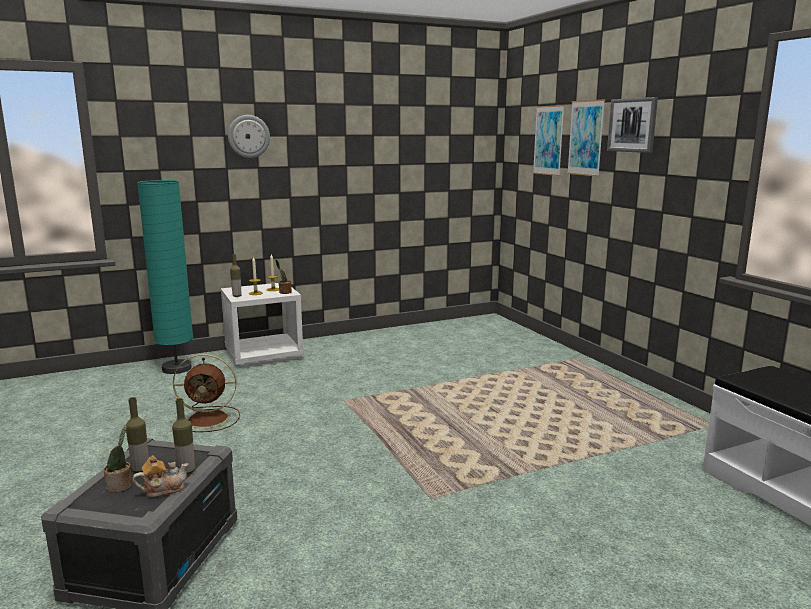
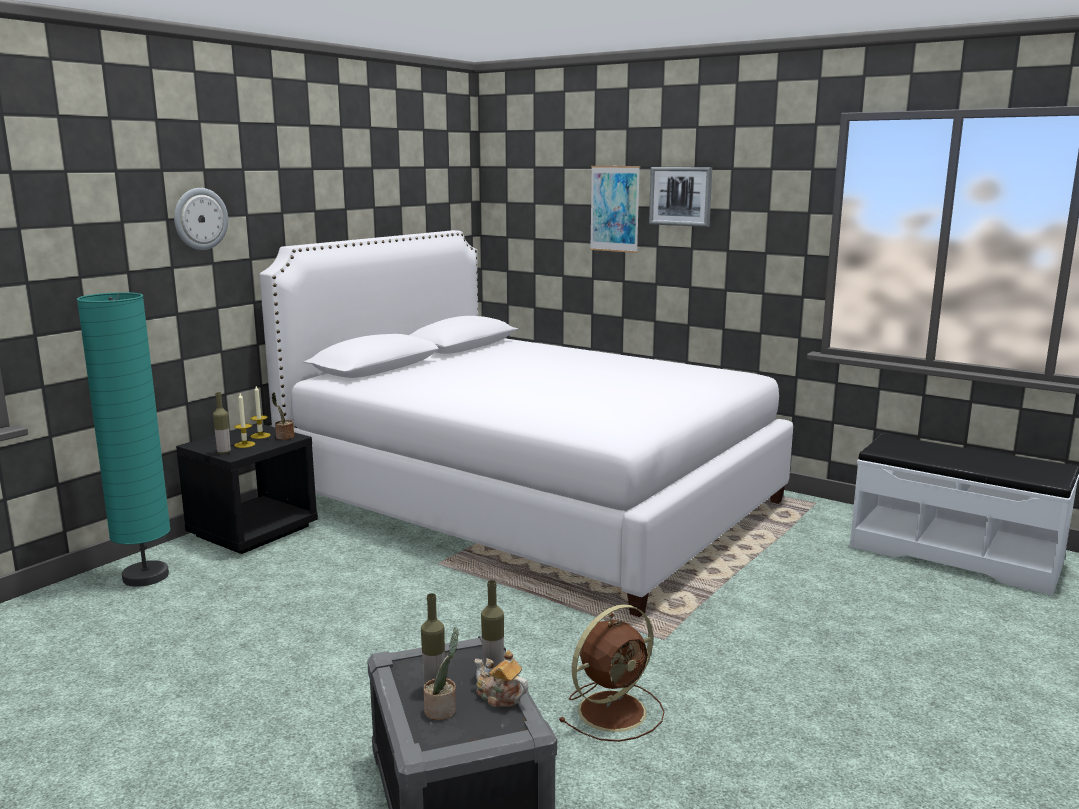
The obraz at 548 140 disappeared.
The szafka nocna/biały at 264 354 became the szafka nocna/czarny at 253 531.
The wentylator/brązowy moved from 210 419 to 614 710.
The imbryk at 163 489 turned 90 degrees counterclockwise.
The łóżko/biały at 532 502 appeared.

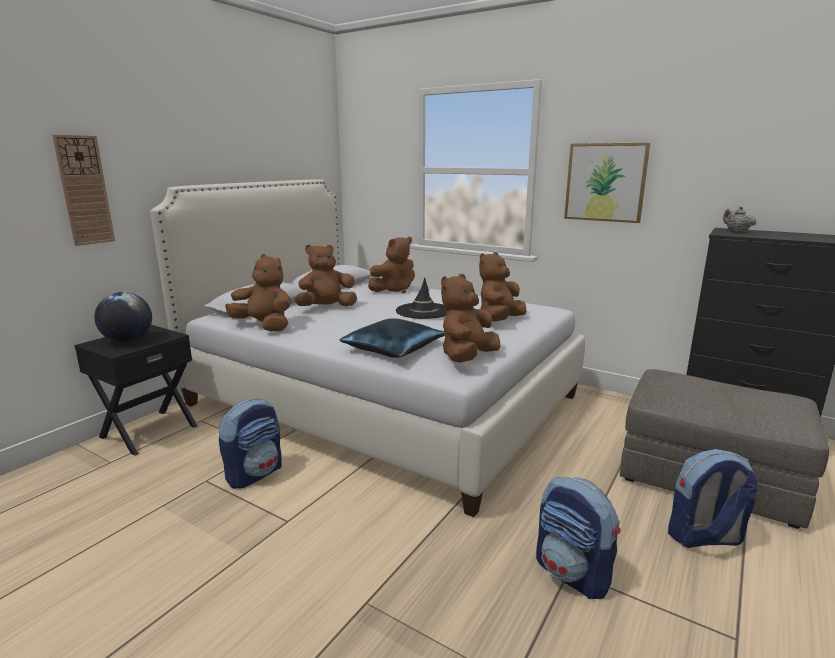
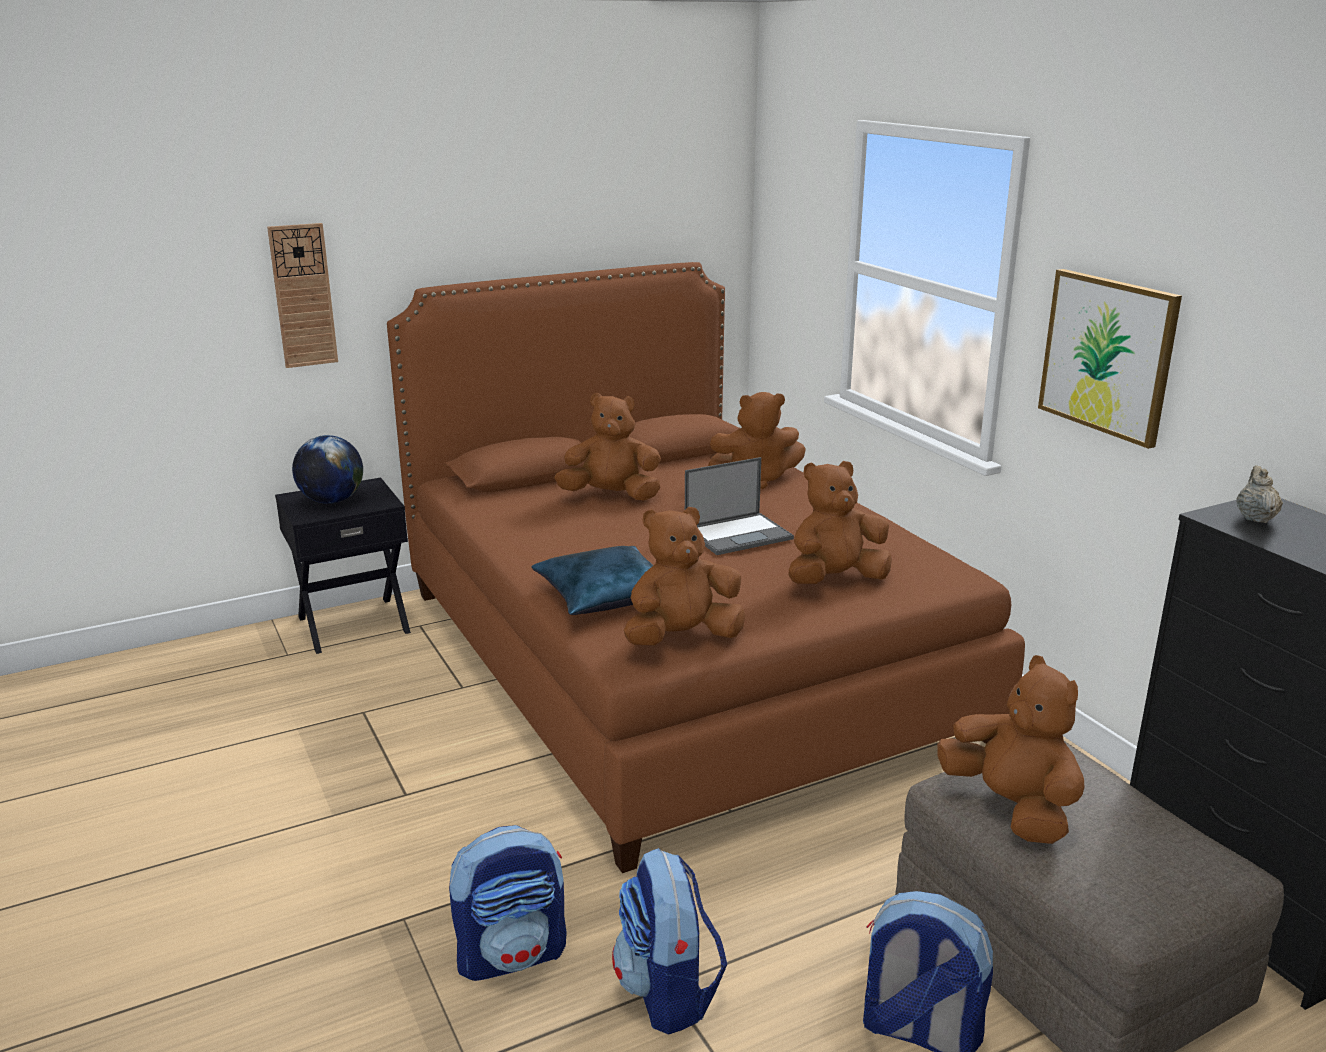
The łóżko/biały at 381 400 became the łóżko/brązowy at 675 660.
The pluszak/brązowy moved from 264 326 to 1011 807.
The kapelusz/czarny at 423 311 was replaced by the laptop at 739 534.
The plecak moved from 255 473 to 512 954.

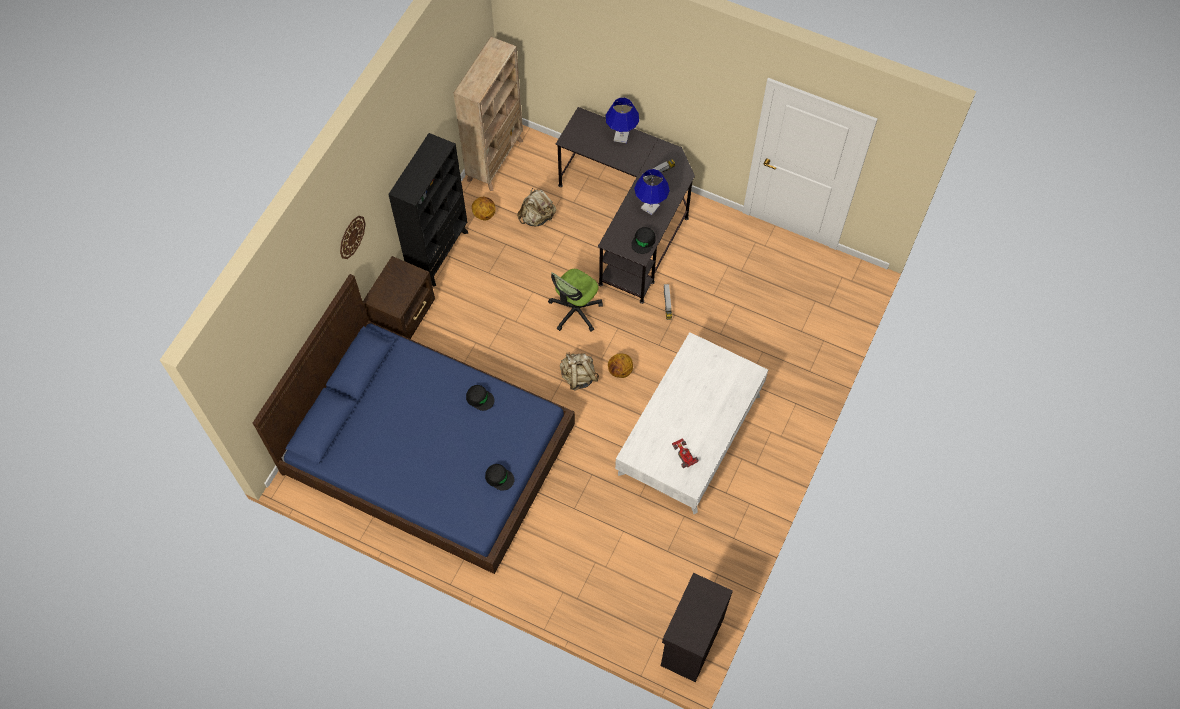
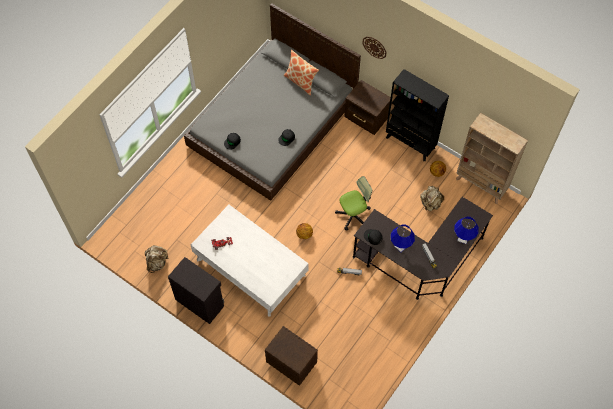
The krzesło biurowe at 575 311 turned 105 degrees clockwise.
The łóżko/niebieski at 428 449 became the łóżko/szary at 273 122.
The plecak/beżowy moved from 578 377 to 157 262.
The szafka/czarny moved from 690 642 to 200 302.
The poduszka at 301 81 appeared.
The szafka nocna/brązowy at 291 362 appeared.

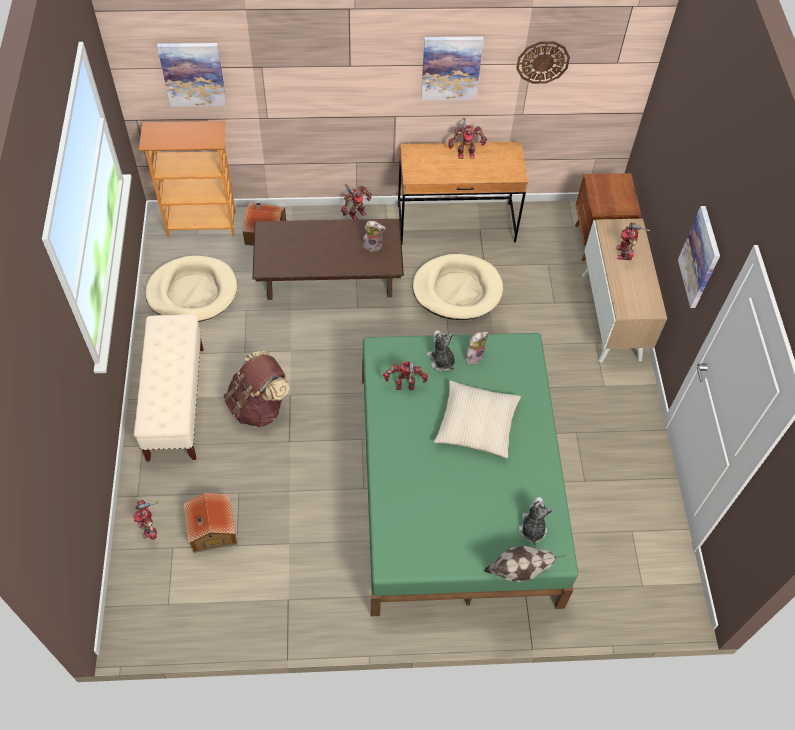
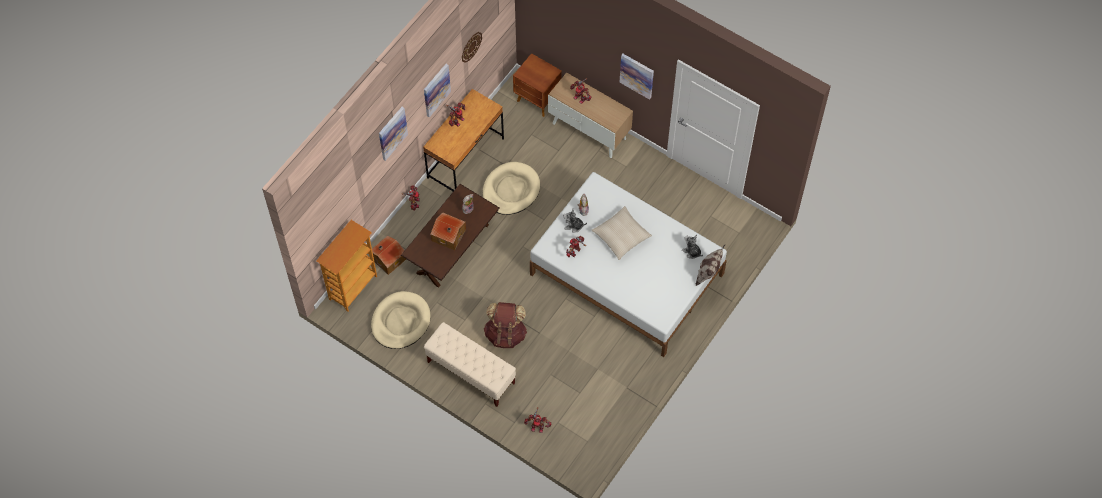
The obraz moved from 193 74 to 392 133.
The łóżko/zielony at 455 486 became the łóżko/biały at 626 274.
The domek moved from 211 529 to 449 236.

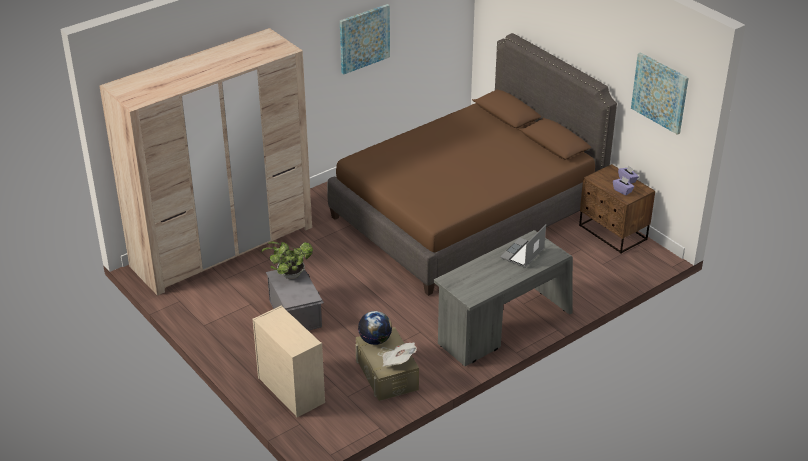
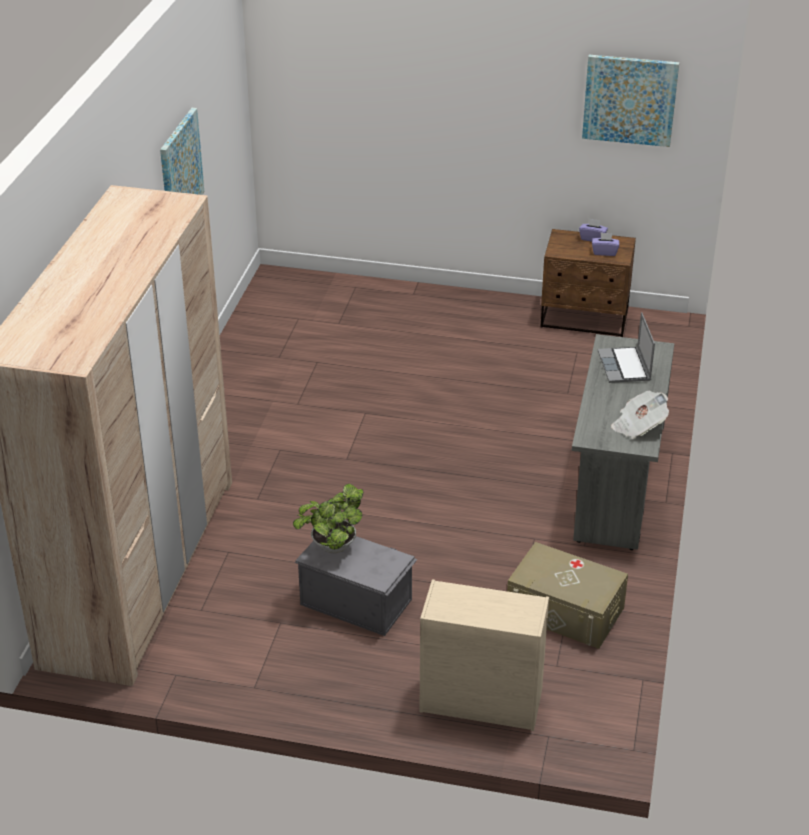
The łóżko/brązowy at 466 213 disappeared.
The globus at 375 340 disappeared.
The gazeta moved from 398 361 to 638 426.

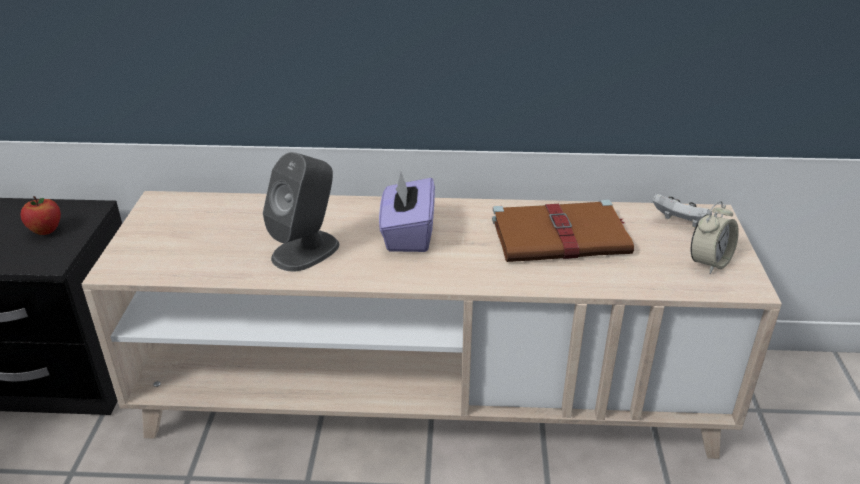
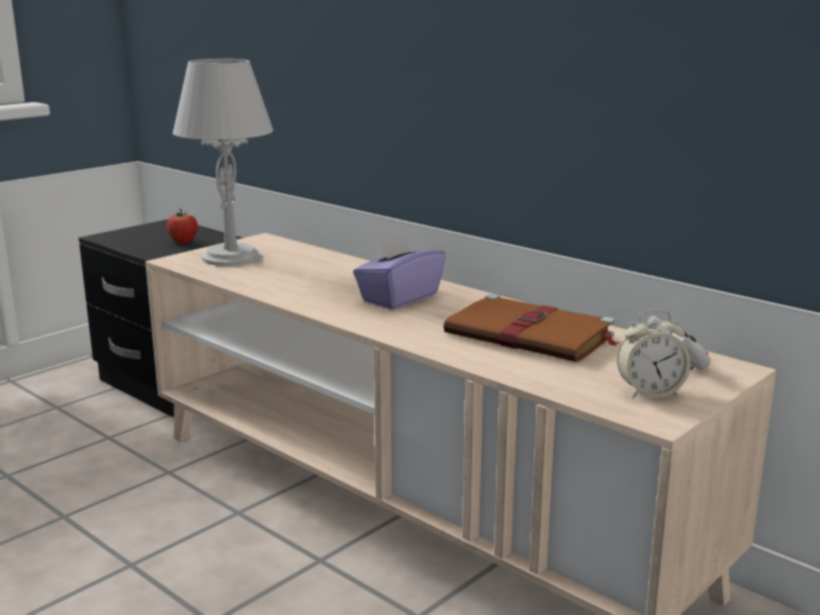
The głośnik/szary at 306 250 disappeared.
The lampa stołowa/szary at 231 257 appeared.

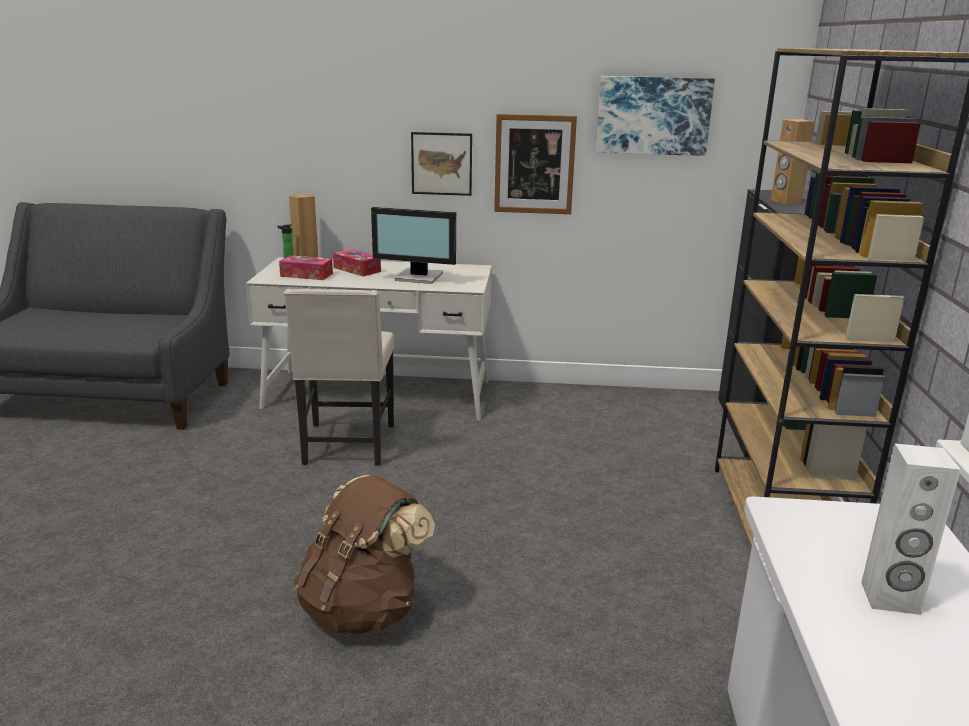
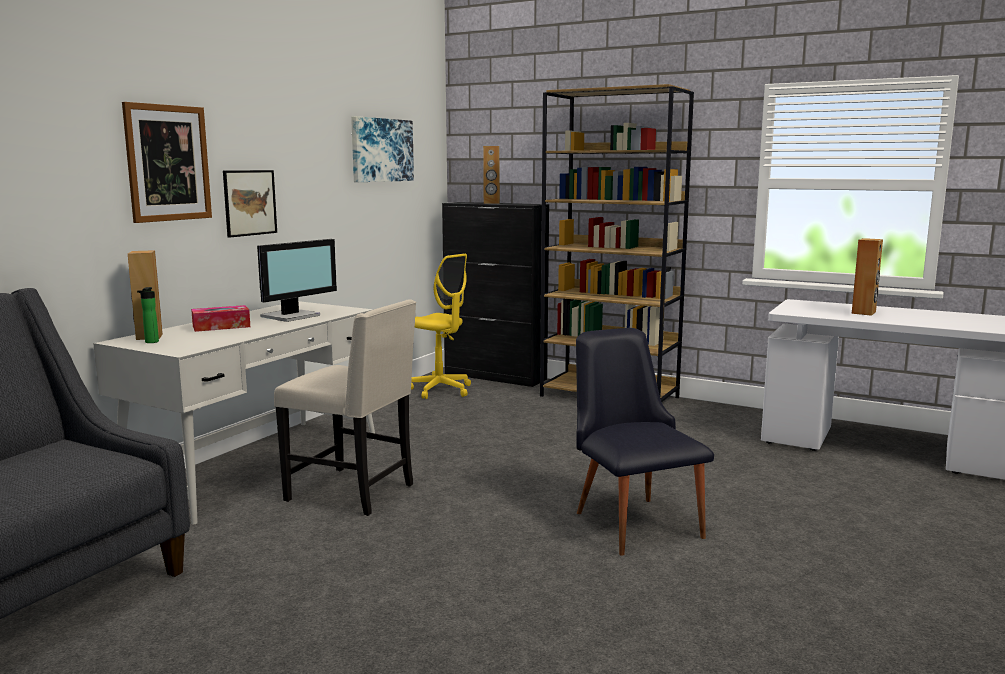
The obraz moved from 534 164 to 168 163.
The pudełko chusteczek at 306 275 disappeared.
The głośnik/biały at 890 598 became the głośnik/brązowy at 864 313.
The plecak/brązowy at 363 608 was replaced by the krzesło/czarny at 632 519.
The krzesło biurowe/żółty at 440 390 appeared.

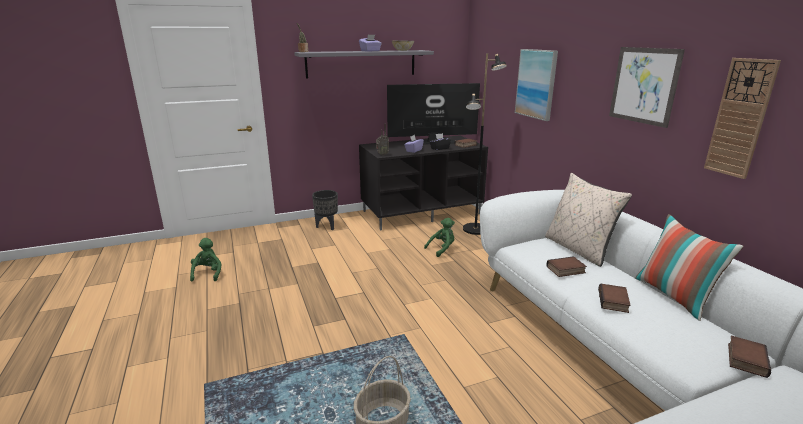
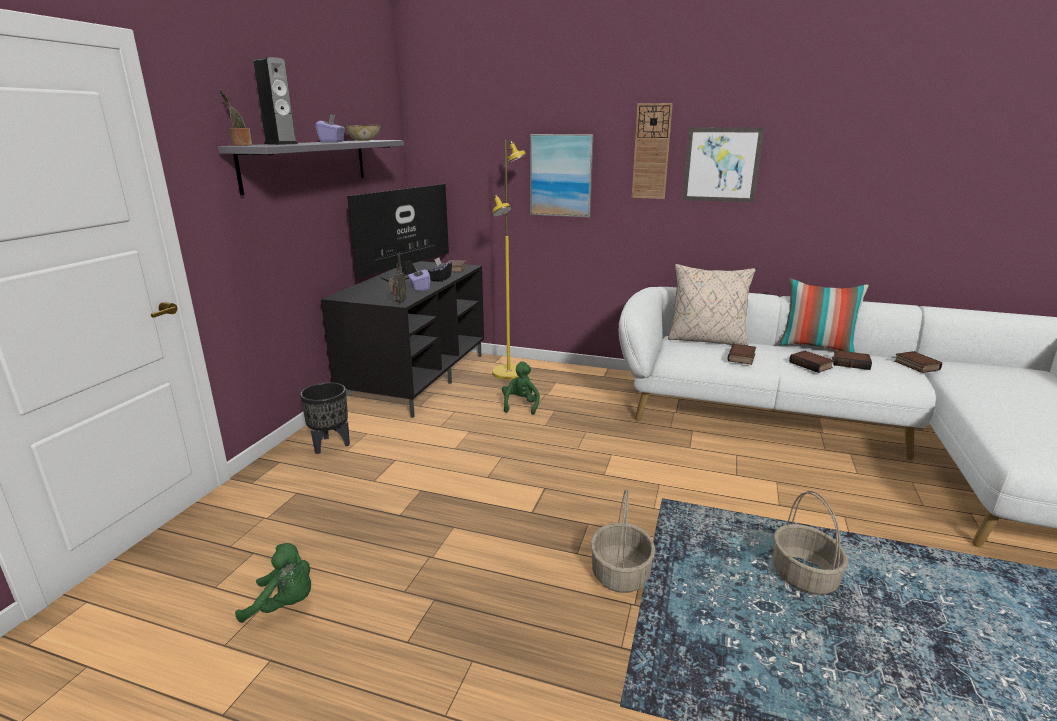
The lampa stojąca/czarny at 475 229 became the lampa stojąca/żółty at 509 373.
The zegar ścienny moved from 740 118 to 651 152.
The pluszak/zielony at 208 273 turned 150 degrees clockwise.
The głośnik at 280 144 appeared.
The książka at 851 363 appeared.
The koszyk at 620 573 appeared.

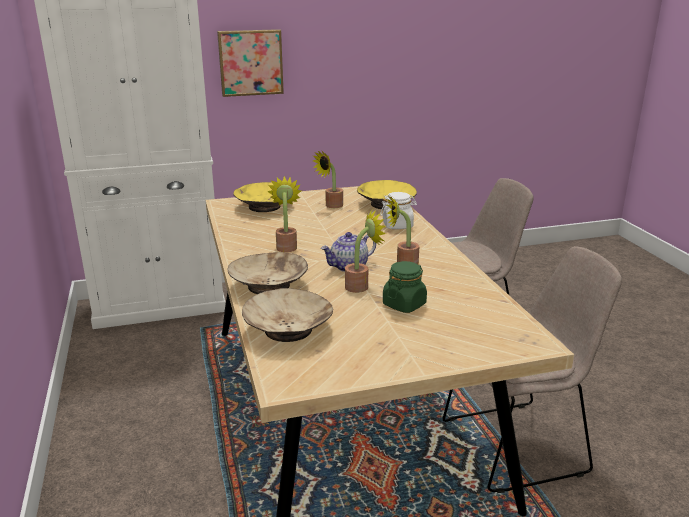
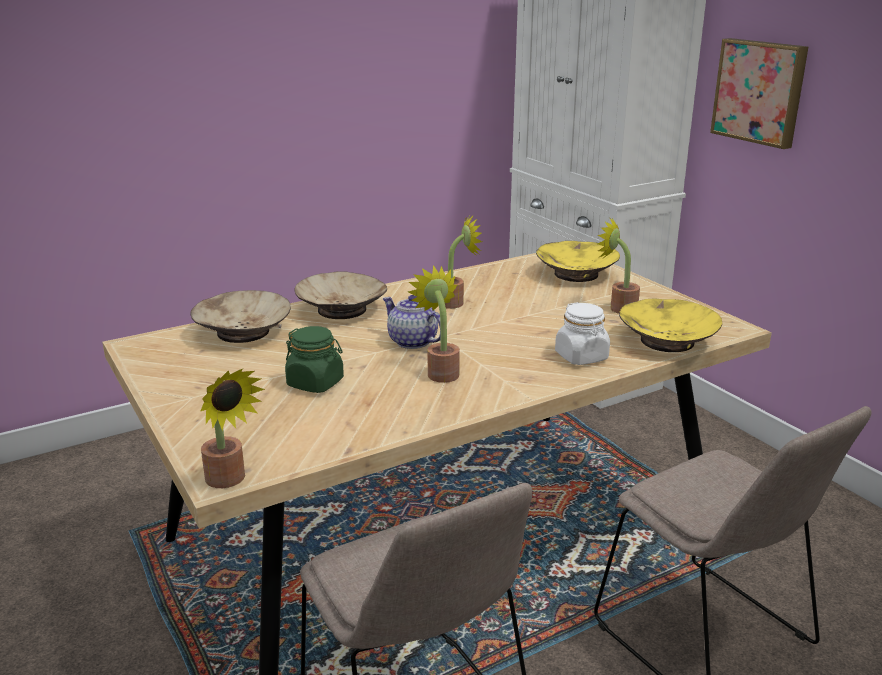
The roślina doniczkowa moved from 361 286 to 229 481.

